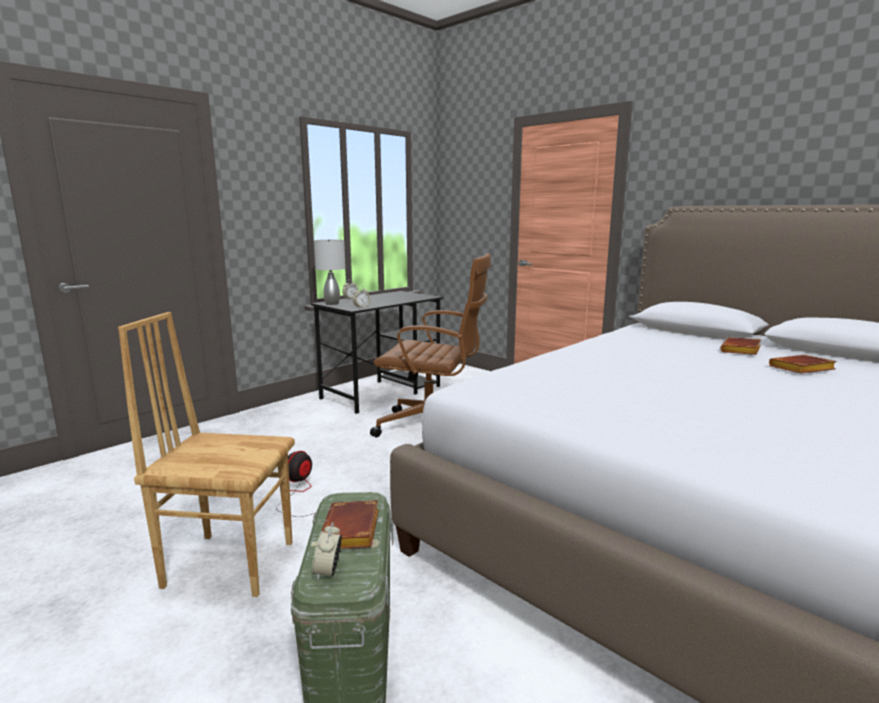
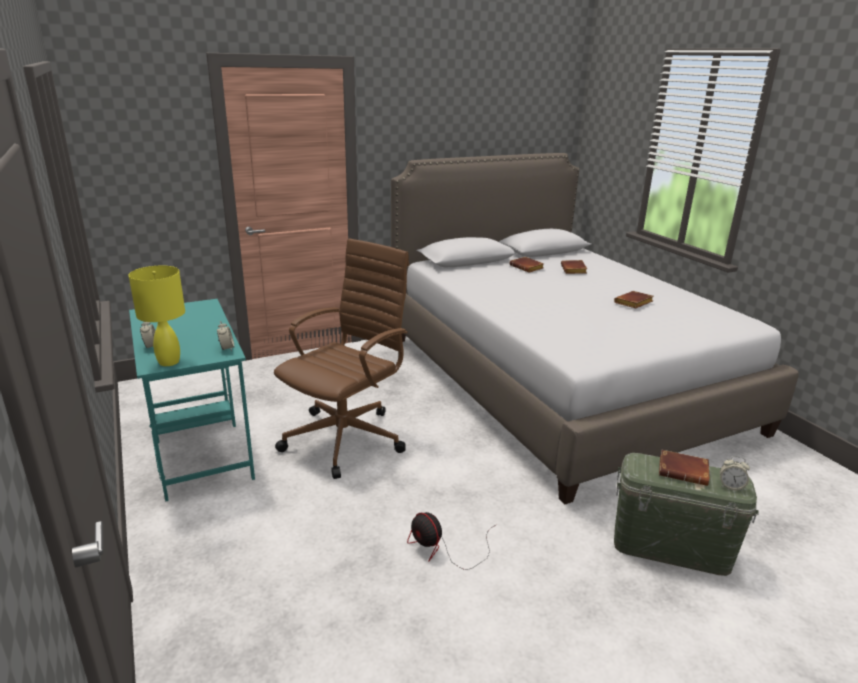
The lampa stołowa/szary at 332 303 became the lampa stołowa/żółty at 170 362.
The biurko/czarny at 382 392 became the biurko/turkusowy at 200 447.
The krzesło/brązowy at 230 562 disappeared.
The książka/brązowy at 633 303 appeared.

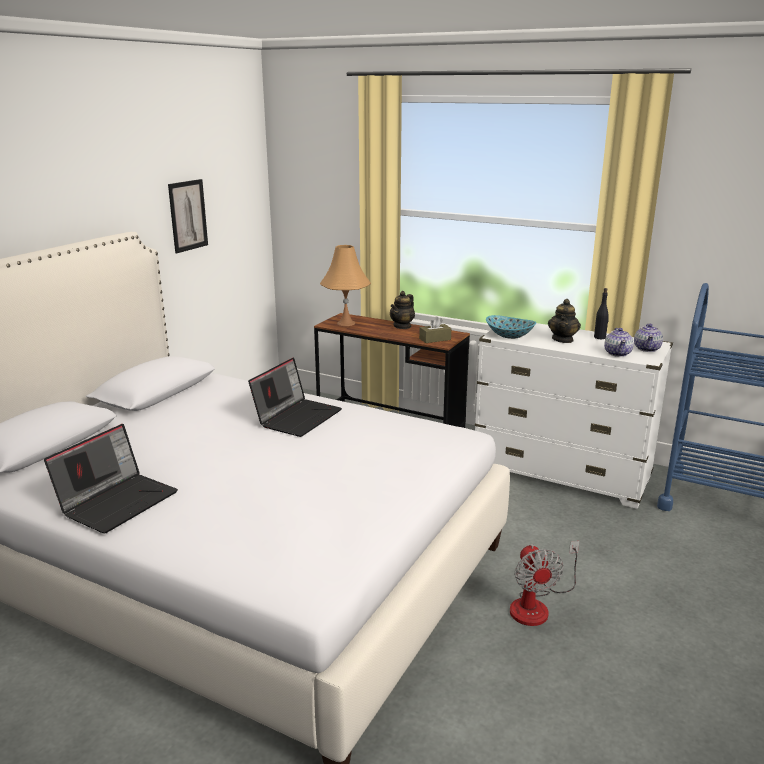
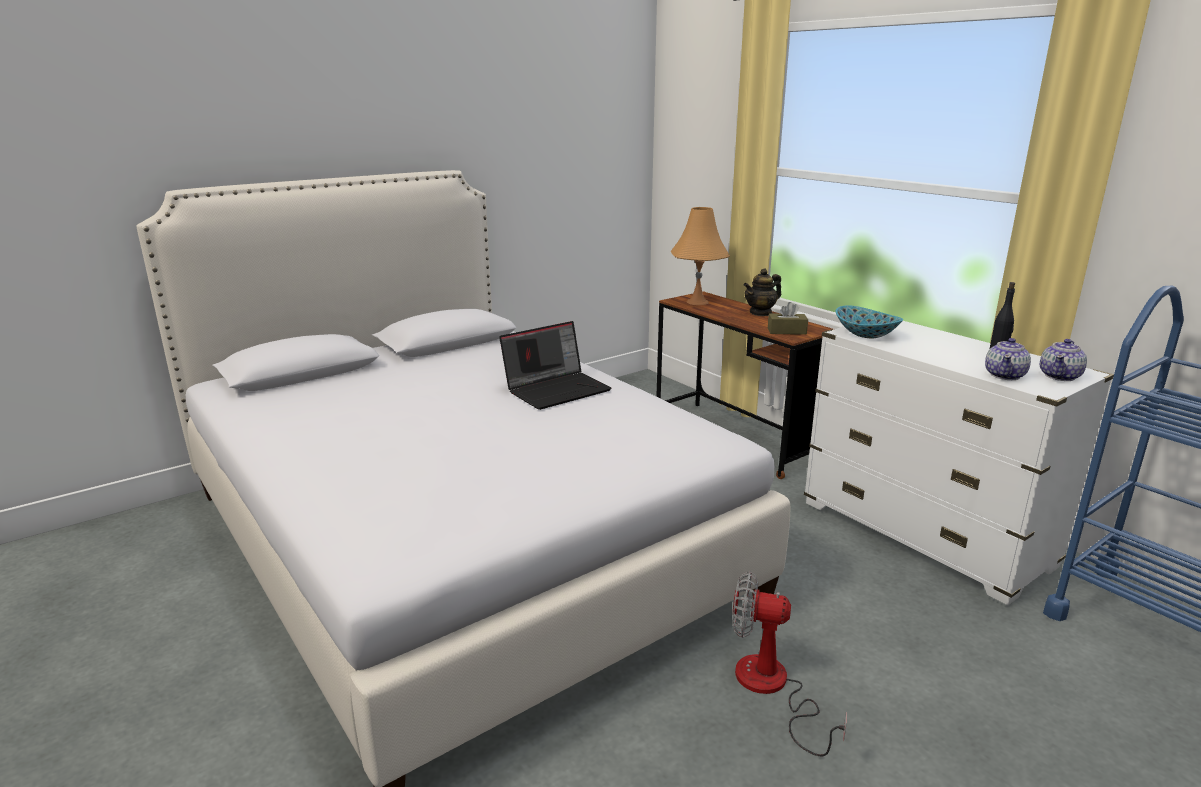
The obraz at 188 215 disappeared.
The imbryk at 563 339 disappeared.
The laptop at 118 501 disappeared.
The wentylator at 537 605 turned 90 degrees clockwise.

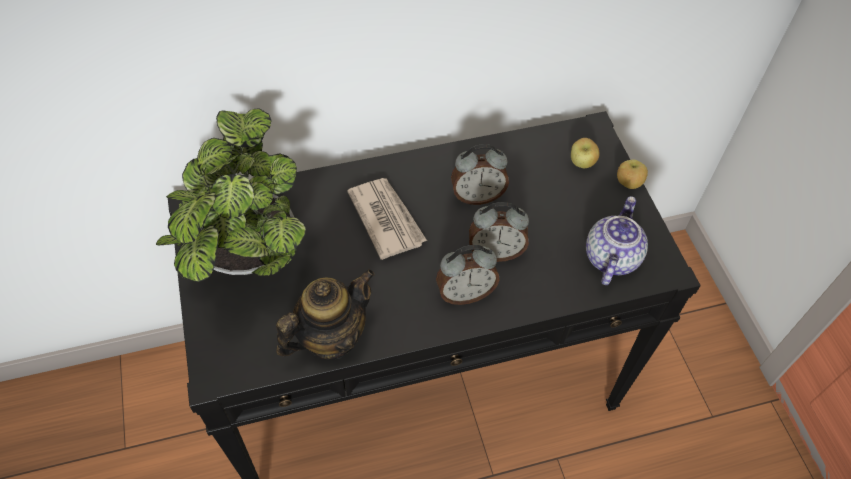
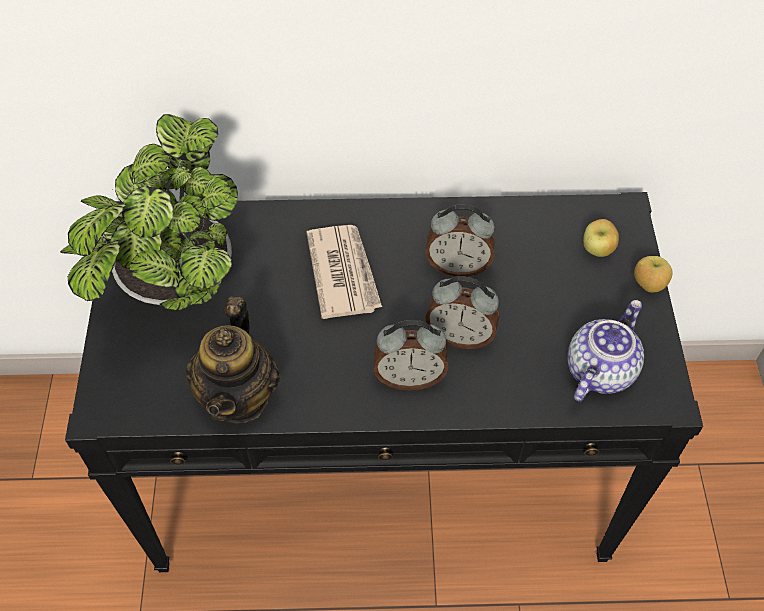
The imbryk at 330 337 turned 120 degrees clockwise.

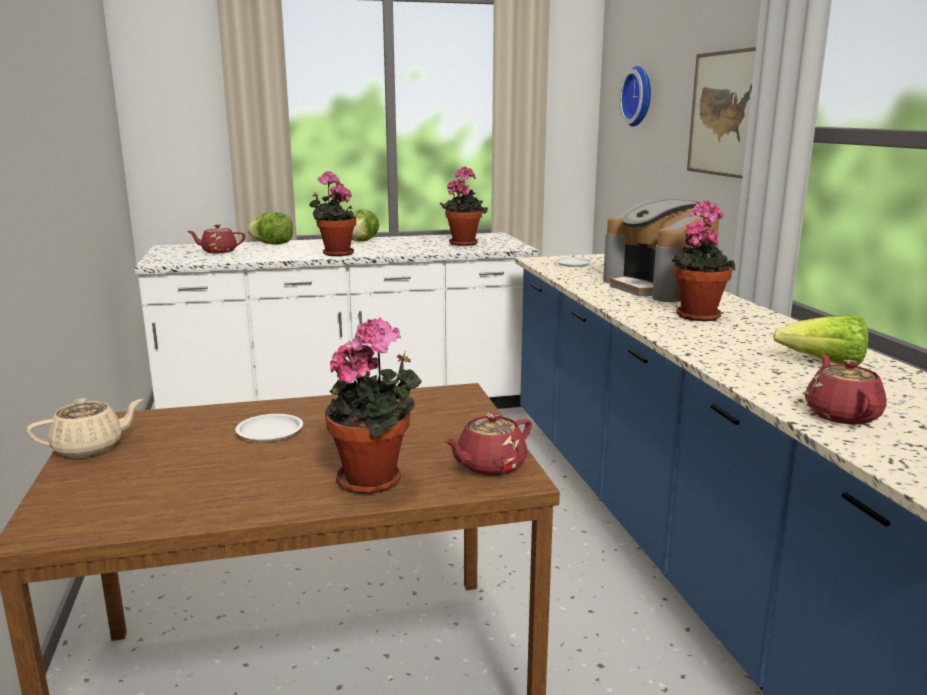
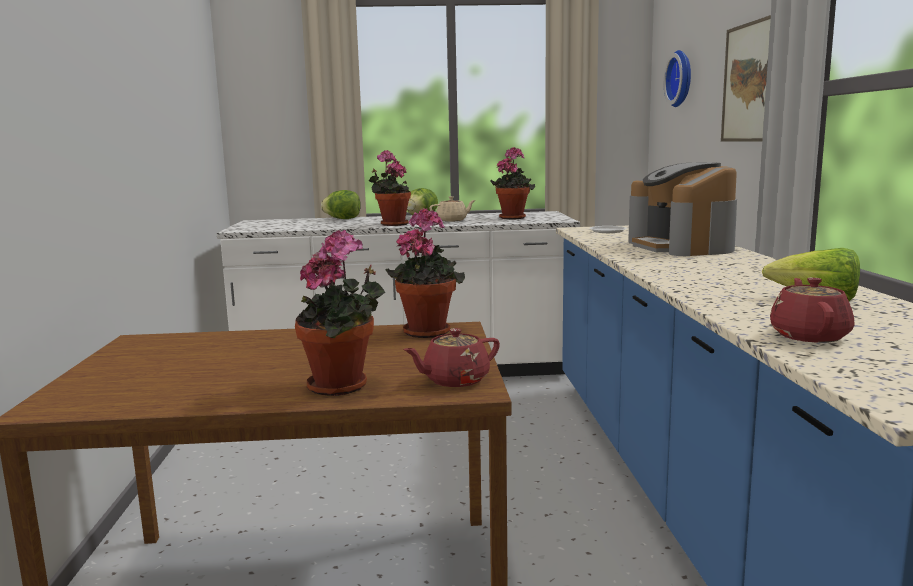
The roślina doniczkowa moved from 696 315 to 427 331.
The imbryk/czerwony at 218 251 disappeared.
The imbryk/beżowy moved from 90 448 to 452 220.
The talerz/biały at 270 432 disappeared.

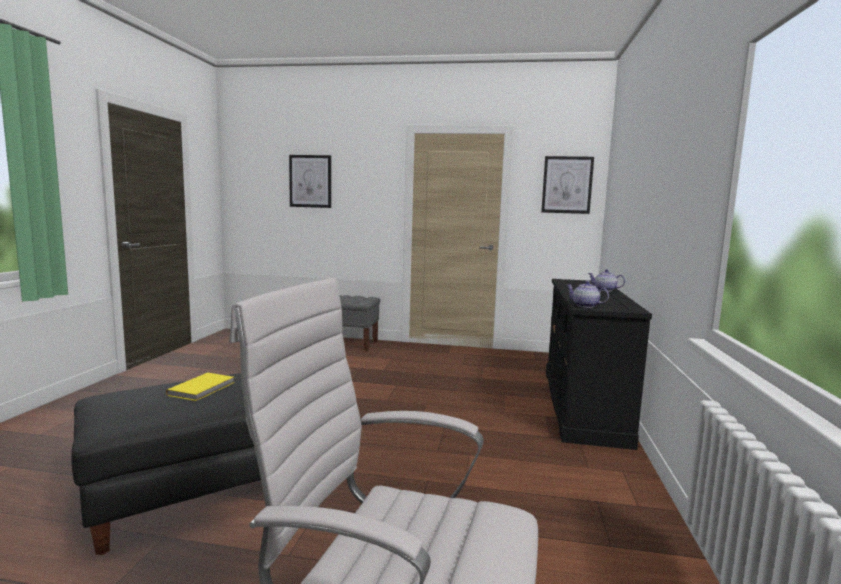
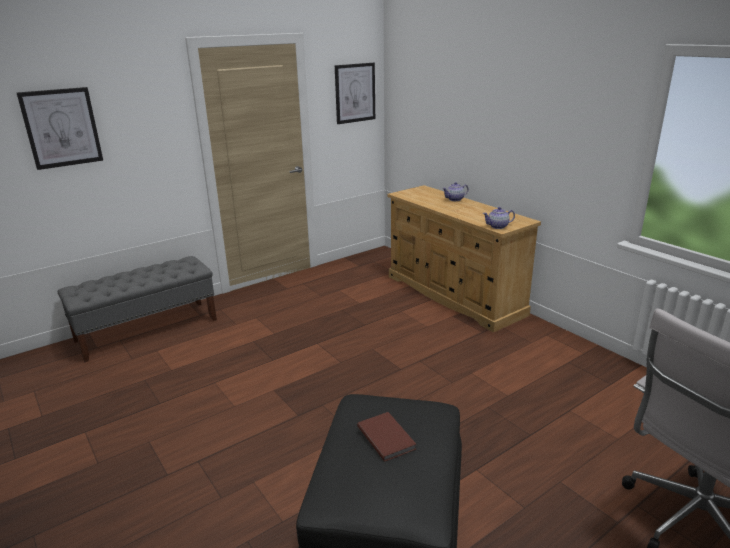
The komoda/czarny at 583 405 became the komoda/beżowy at 454 295.
The książka/żółty at 203 388 became the książka/brązowy at 387 437.

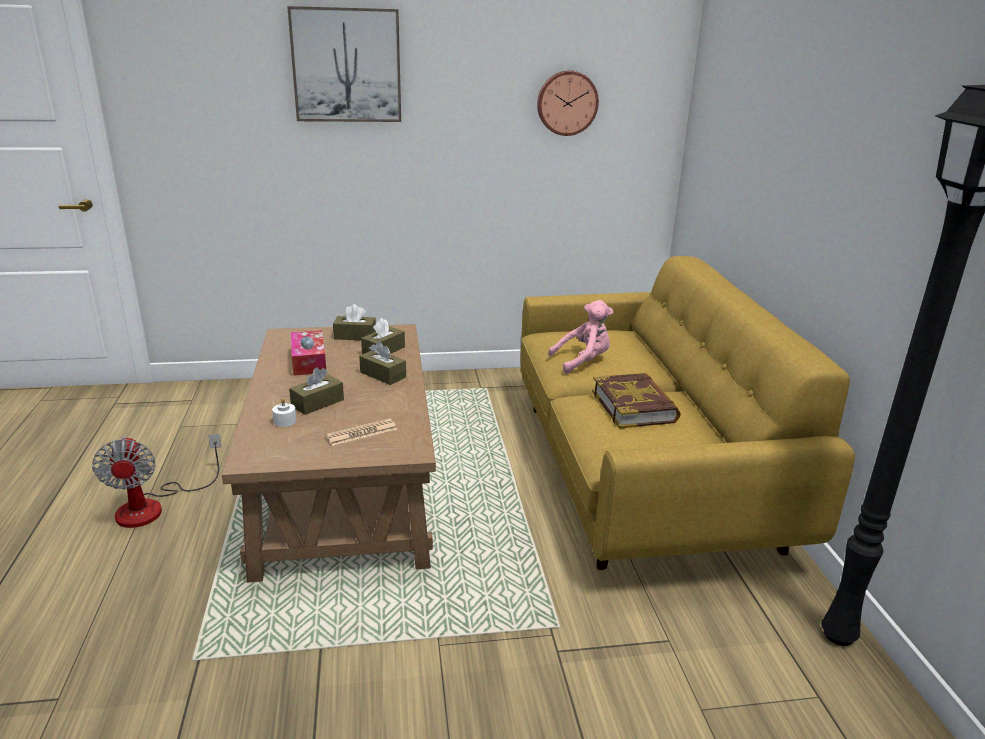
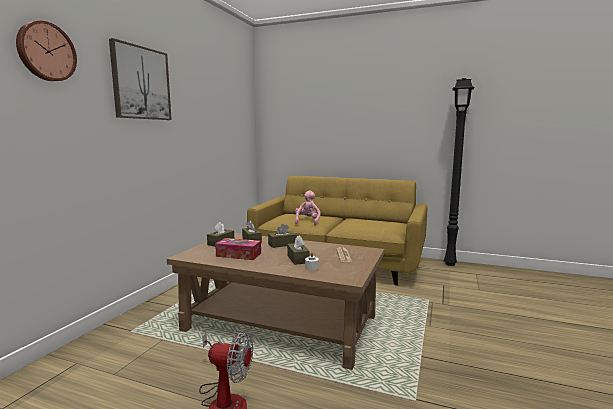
The zegar ścienny moved from 567 103 to 46 52.
The książka at 634 406 disappeared.

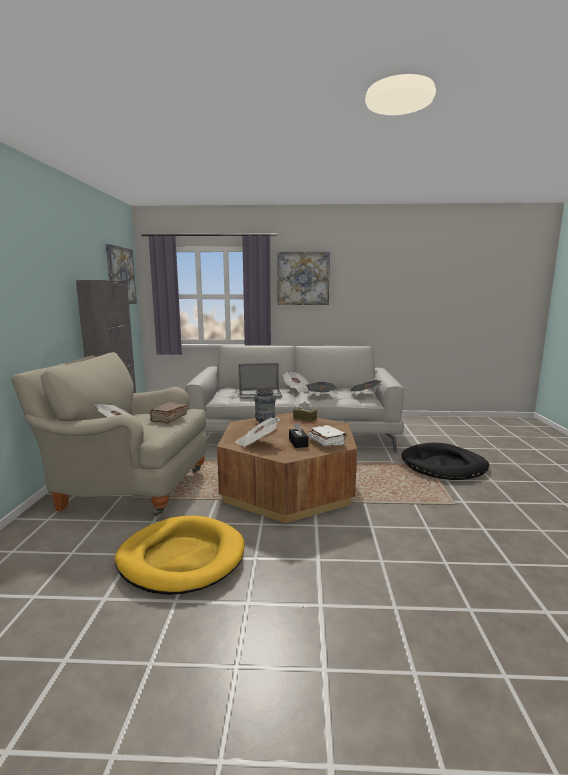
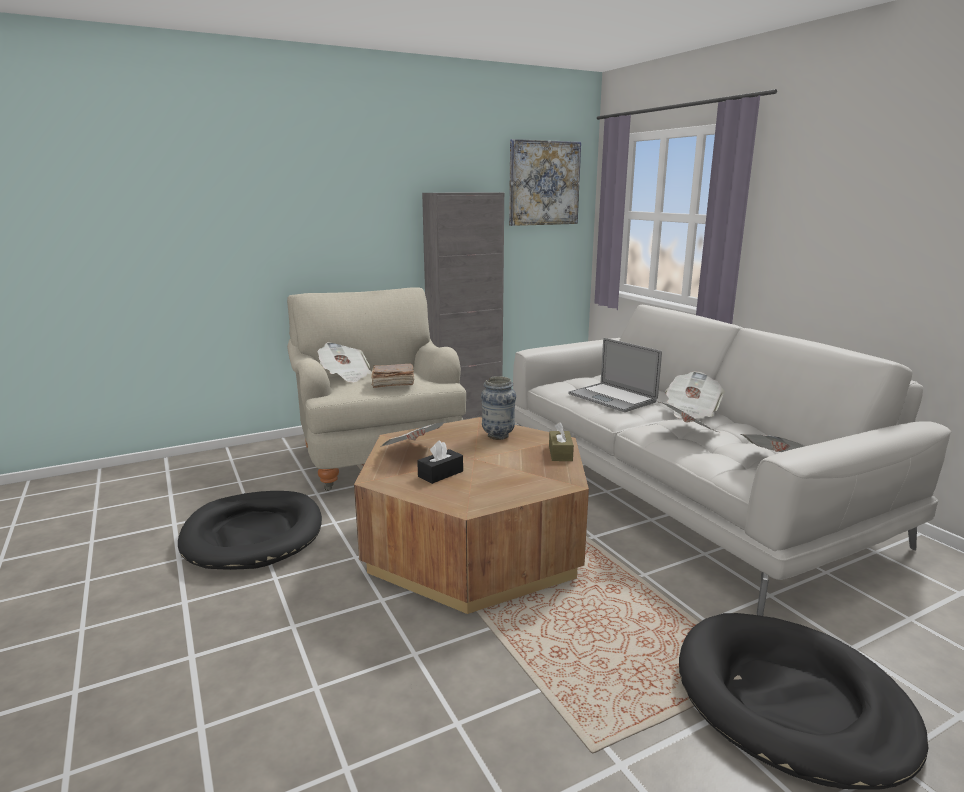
The obraz at 303 278 disappeared.
The książka/biały at 326 442 disappeared.
The legowisko/żółty at 181 558 became the legowisko/czarny at 253 534.

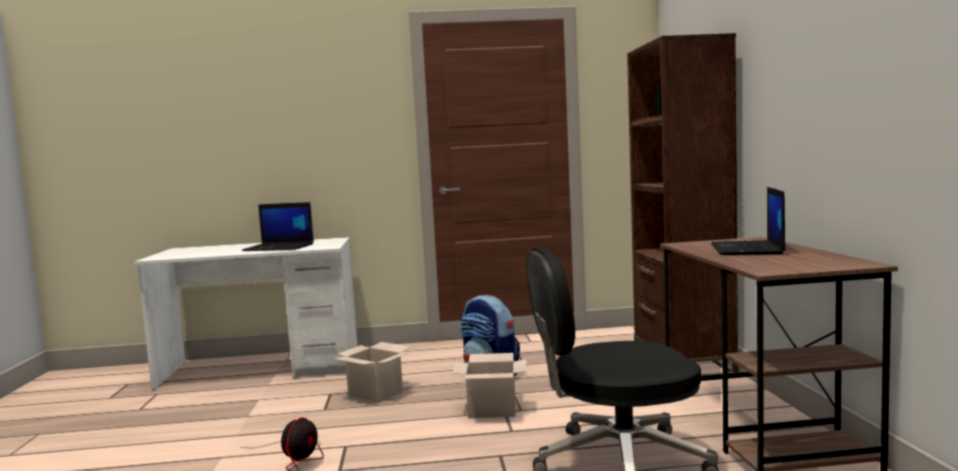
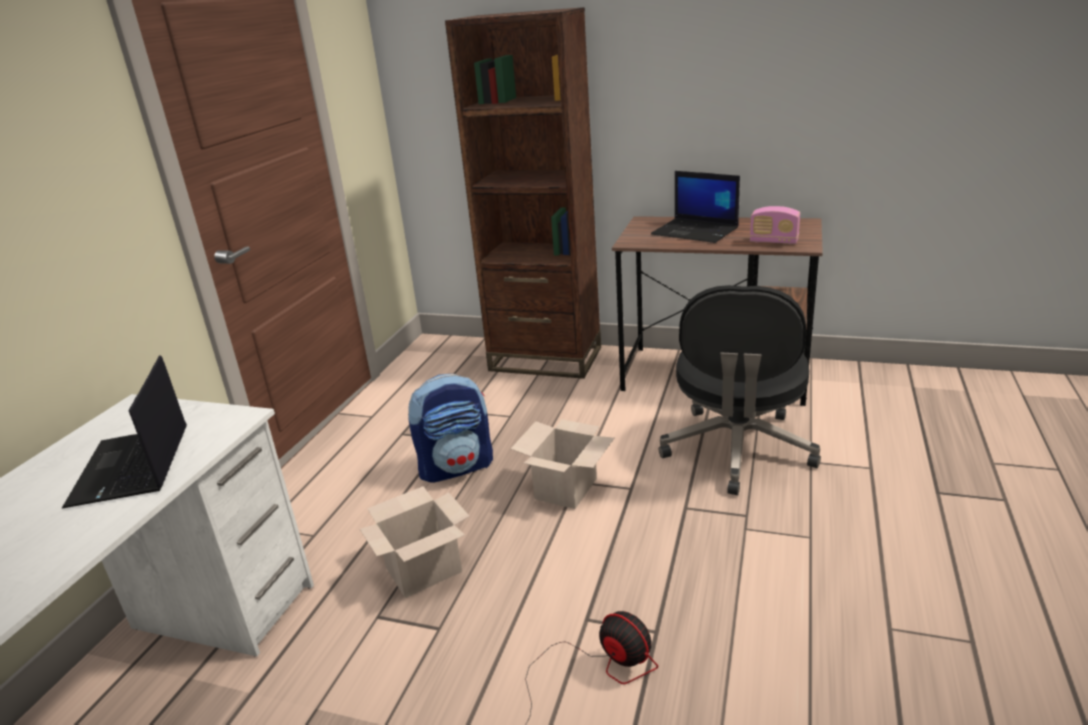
The laptop at 280 247 turned 135 degrees clockwise.
The radio at 773 242 appeared.

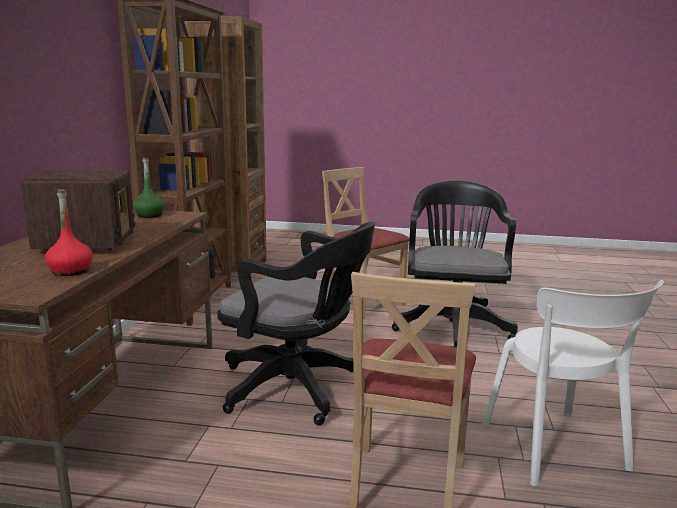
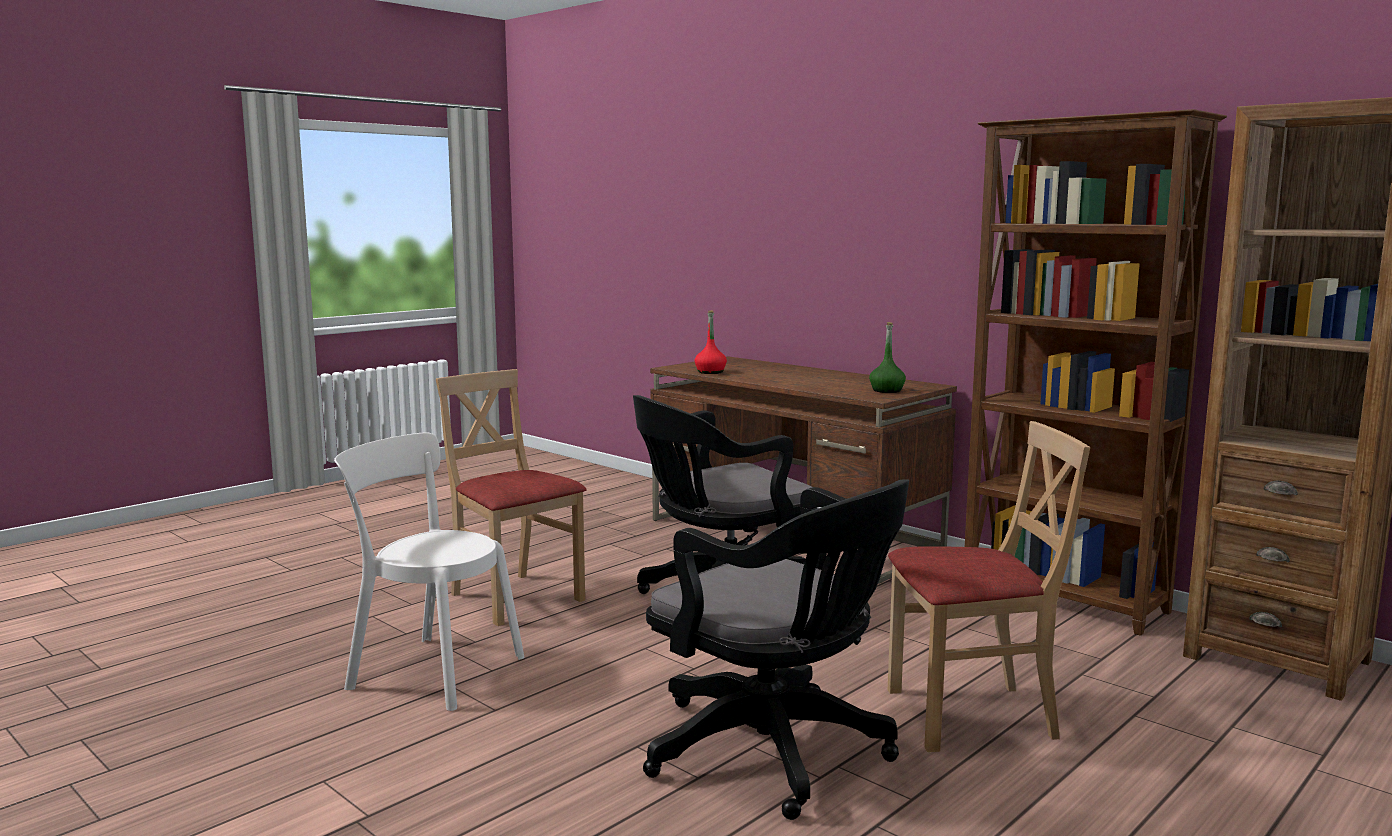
The radio at 88 243 disappeared.

